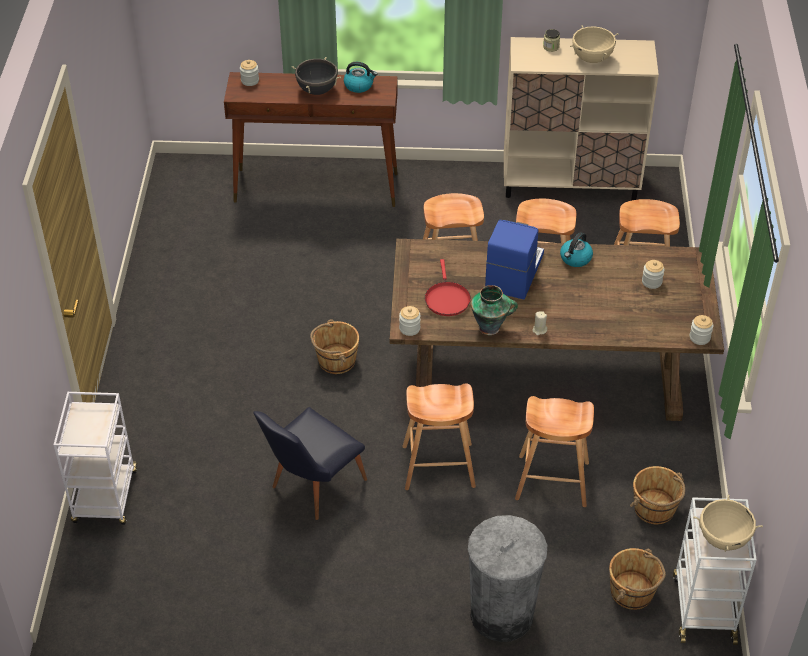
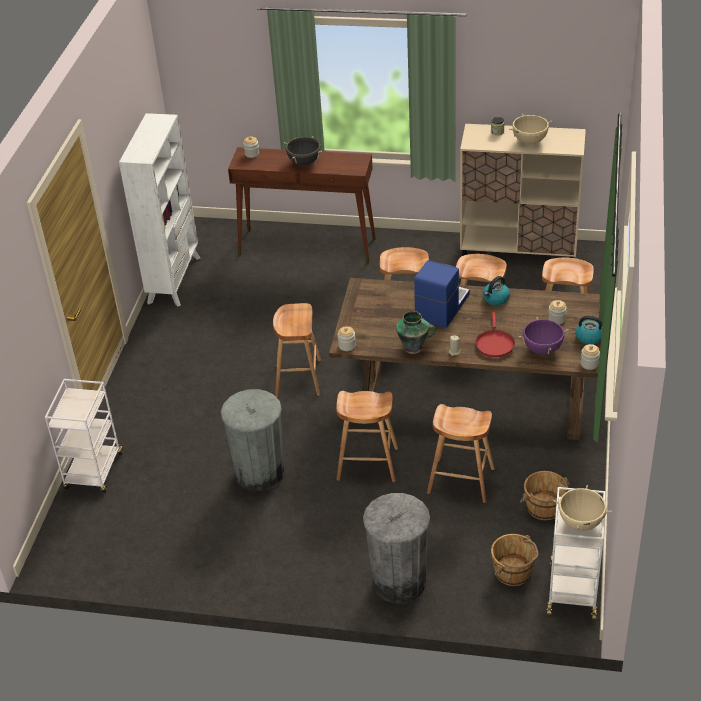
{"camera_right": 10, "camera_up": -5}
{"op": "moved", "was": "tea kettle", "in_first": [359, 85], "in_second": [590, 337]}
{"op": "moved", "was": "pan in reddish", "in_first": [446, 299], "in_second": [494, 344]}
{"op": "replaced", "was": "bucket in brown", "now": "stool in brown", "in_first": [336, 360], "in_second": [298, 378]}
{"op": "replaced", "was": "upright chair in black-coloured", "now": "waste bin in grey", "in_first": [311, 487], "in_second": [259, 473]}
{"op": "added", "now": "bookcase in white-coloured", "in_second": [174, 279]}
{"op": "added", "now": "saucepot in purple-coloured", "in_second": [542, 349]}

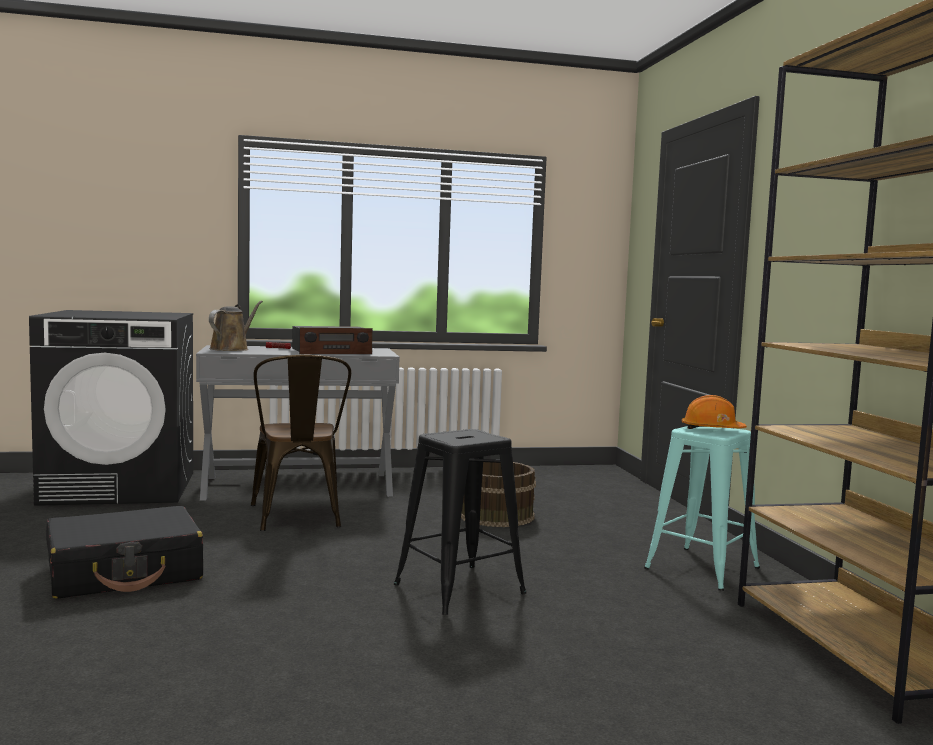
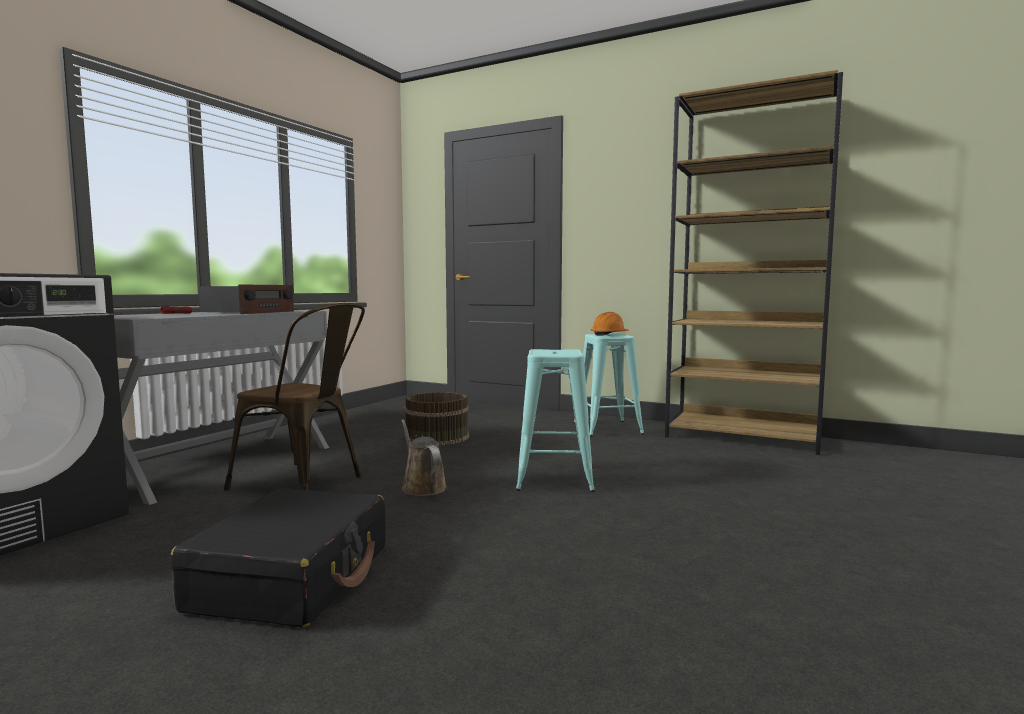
{"camera_right": -50, "camera_up": 0}
{"op": "moved", "was": "sprinkling can in brown", "in_first": [231, 349], "in_second": [422, 487]}
{"op": "recoloured", "was": "stool in black-coloured", "now": "stool in turquoise-coloured", "in_first": [459, 589], "in_second": [554, 477]}

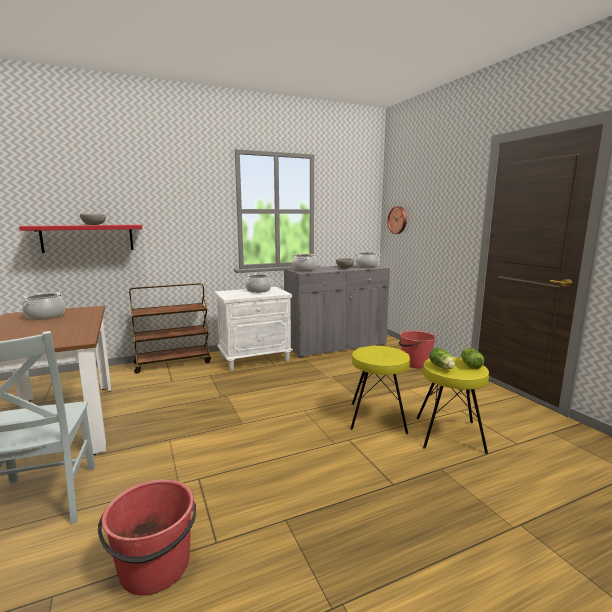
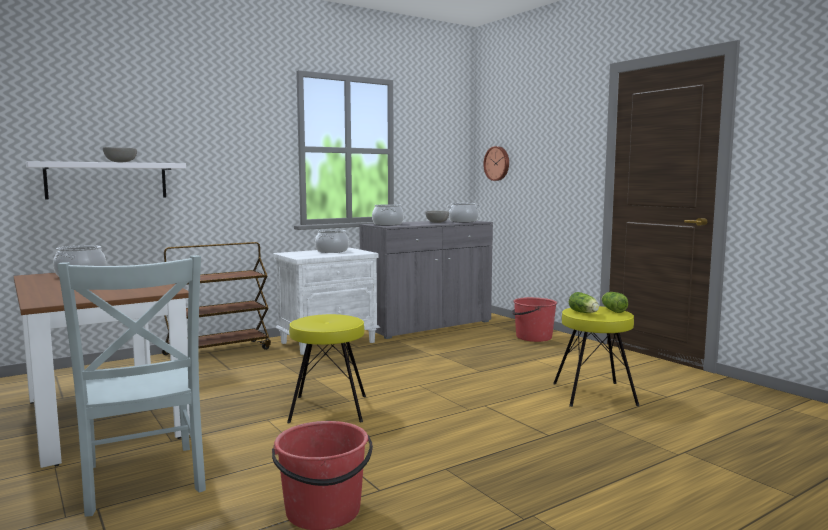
{"camera_right": -10, "camera_up": -5}
{"op": "recoloured", "was": "wall shelf in reddish", "now": "wall shelf in white-coloured", "in_first": [88, 238], "in_second": [107, 180]}
{"op": "moved", "was": "stool in yellowish", "in_first": [378, 417], "in_second": [329, 408]}

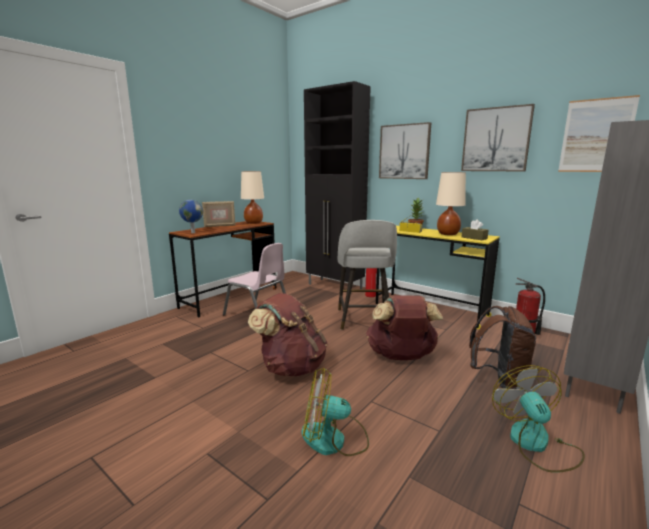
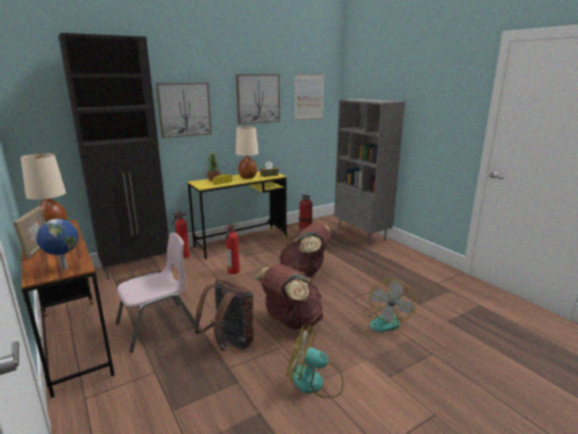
{"camera_right": -70, "camera_up": 5}
{"op": "replaced", "was": "stool in grey", "now": "extinguisher", "in_first": [364, 320], "in_second": [233, 272]}
{"op": "moved", "was": "knapsack in brown", "in_first": [499, 380], "in_second": [229, 344]}
{"op": "moved", "was": "electric fan", "in_first": [536, 444], "in_second": [315, 382]}

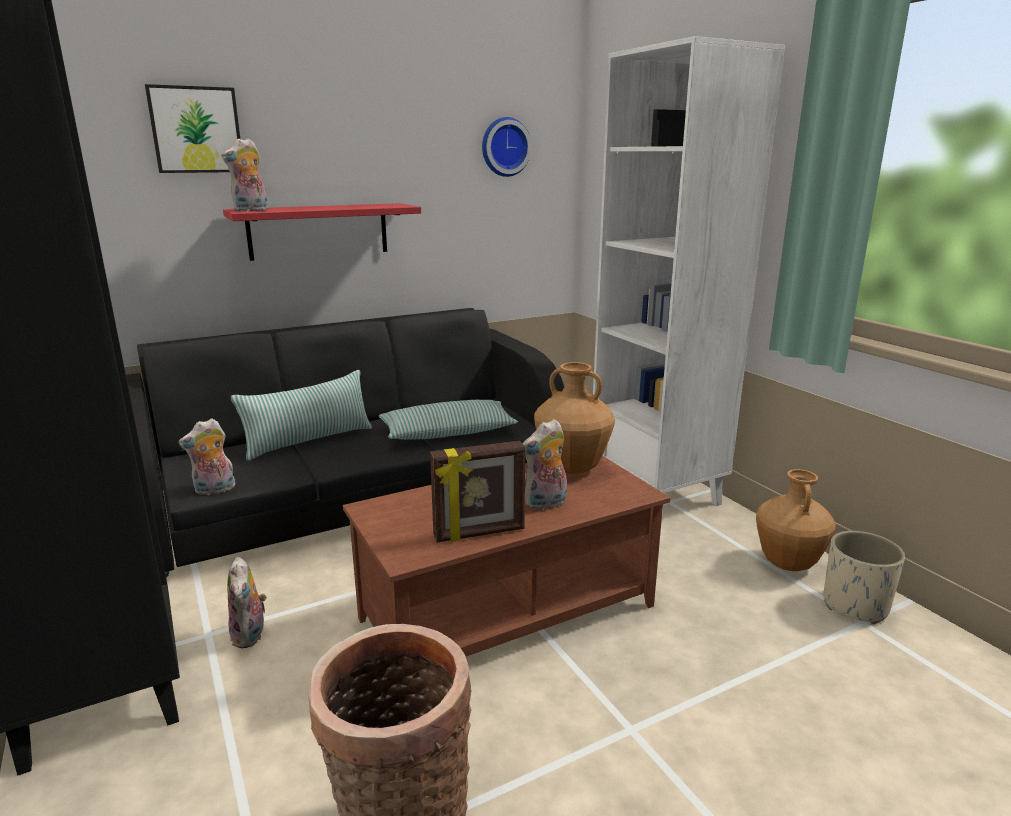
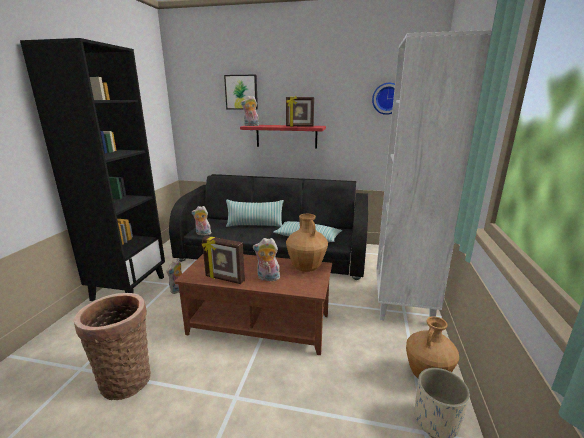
{"camera_right": 40, "camera_up": 0}
{"op": "added", "now": "standing frame", "in_second": [299, 126]}

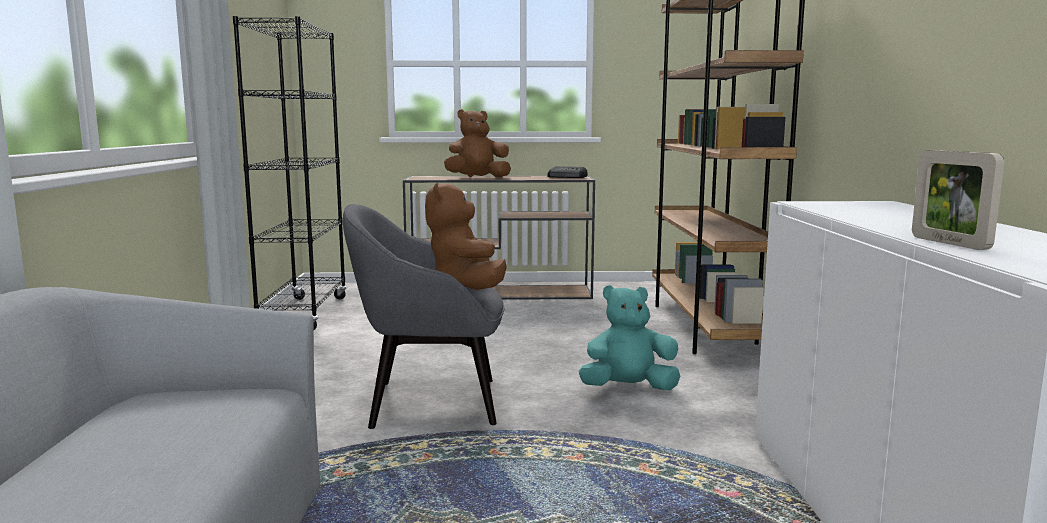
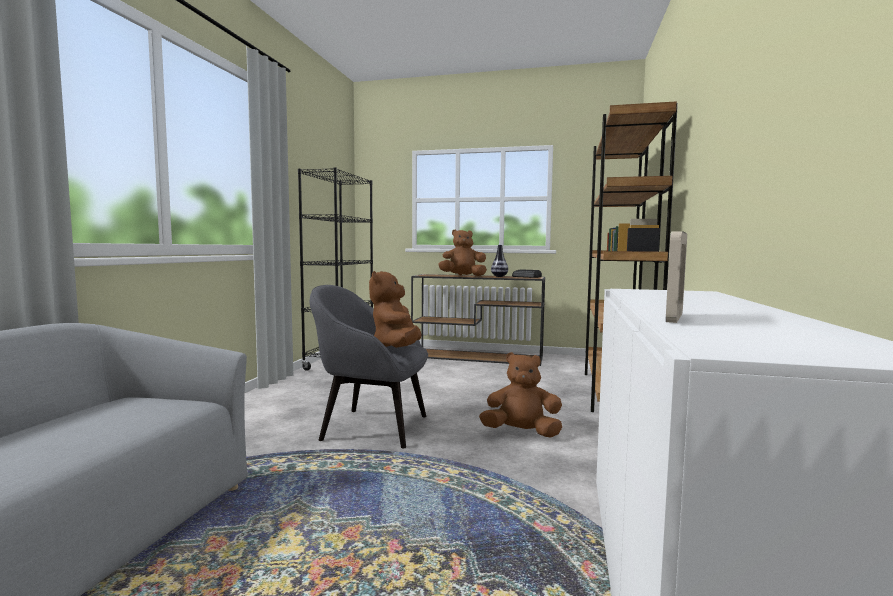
{"camera_right": 15, "camera_up": -5}
{"op": "turned", "was": "standing frame", "in_first": [949, 243], "in_second": [674, 318], "clockwise": -150}
{"op": "recoloured", "was": "plush toy in turquoise-coloured", "now": "plush toy in brown", "in_first": [628, 388], "in_second": [521, 433]}
{"op": "added", "now": "decorative vase", "in_second": [499, 276]}

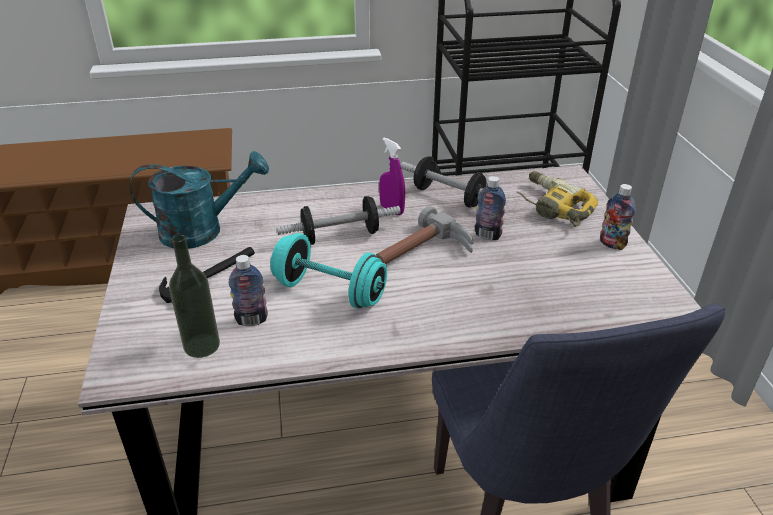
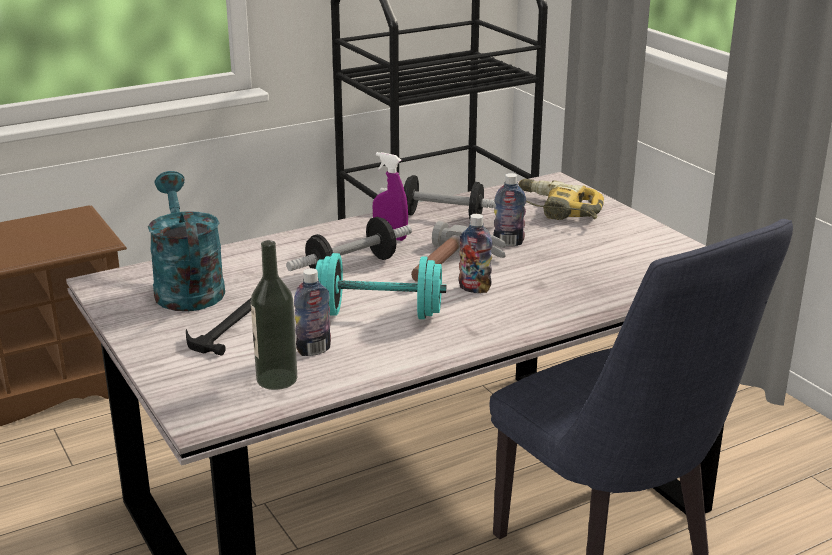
{"camera_right": -20, "camera_up": -10}
{"op": "turned", "was": "sprinkling can in turquoise-coloured", "in_first": [203, 230], "in_second": [186, 287], "clockwise": -75}
{"op": "moved", "was": "drink bottle", "in_first": [612, 244], "in_second": [474, 289]}

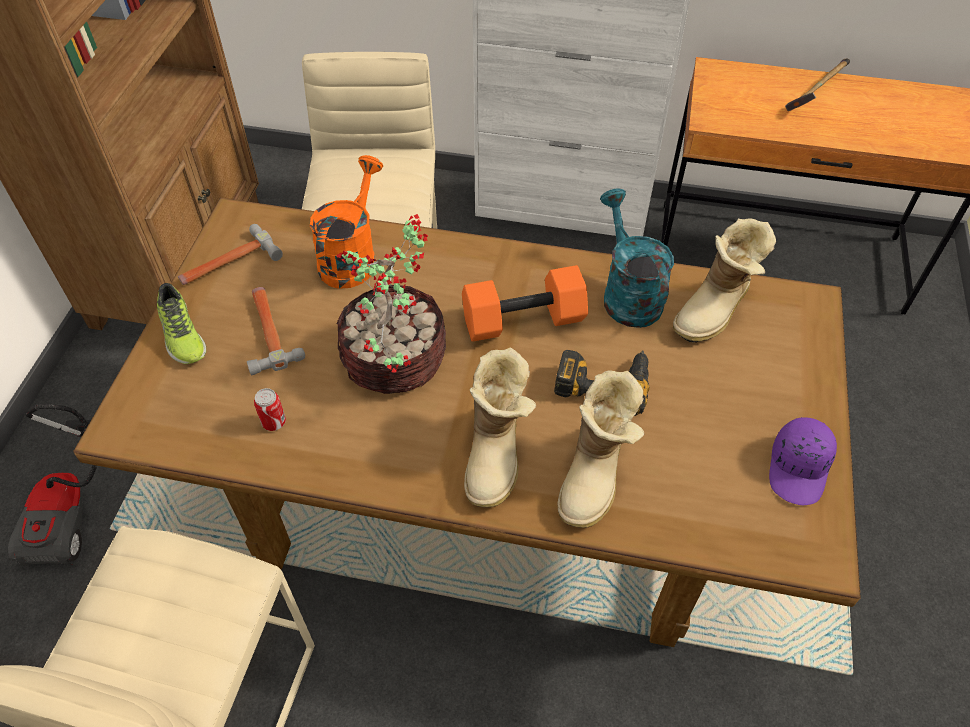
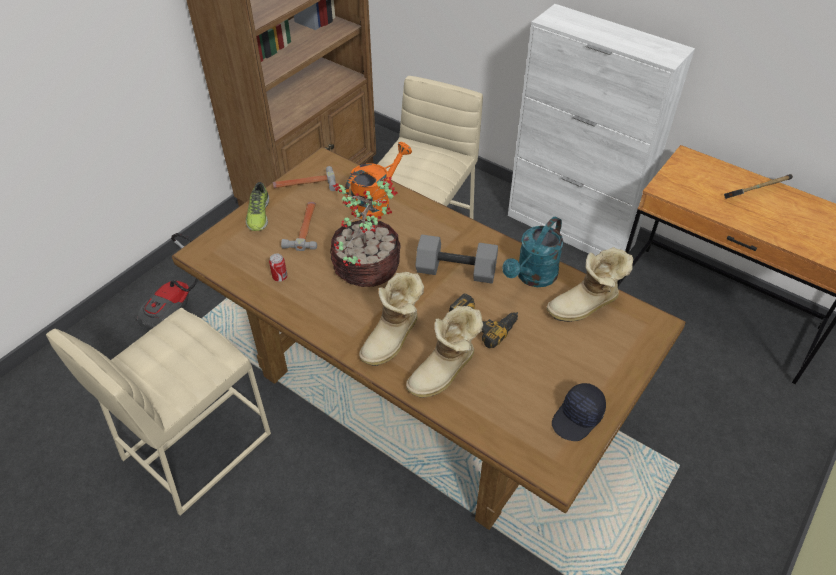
{"camera_right": 25, "camera_up": -5}
{"op": "turned", "was": "sprinkling can in turquoise-coloured", "in_first": [627, 294], "in_second": [532, 277], "clockwise": -150}
{"op": "recoloured", "was": "dumbbell in orange", "now": "dumbbell in grey", "in_first": [522, 322], "in_second": [455, 272]}
{"op": "recoloured", "was": "baseball cap in purple-coloured", "now": "baseball cap in black-coloured", "in_first": [799, 468], "in_second": [578, 418]}

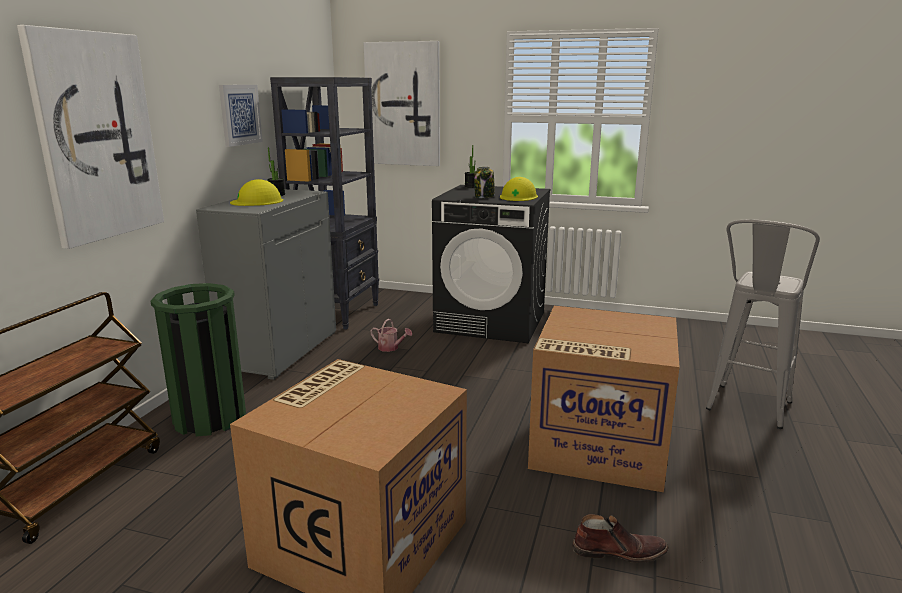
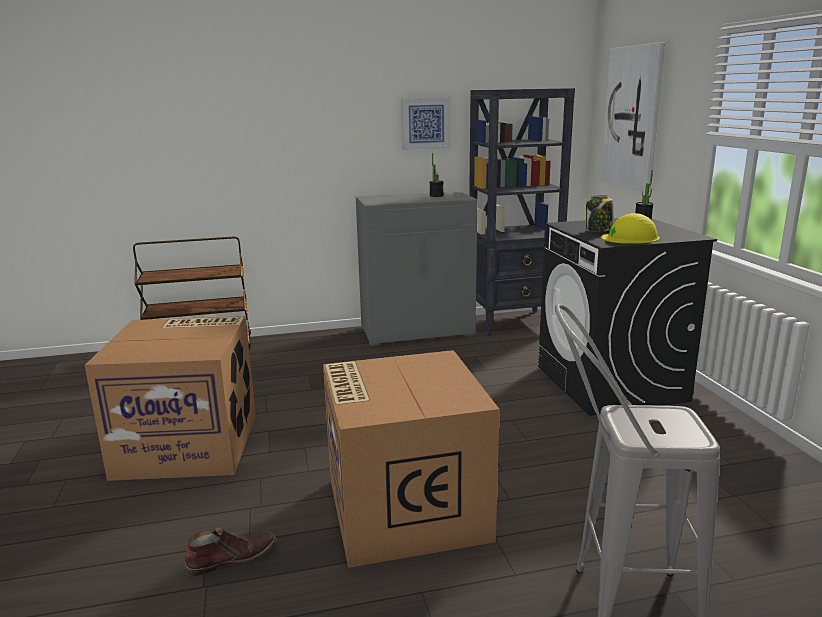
{"camera_right": 60, "camera_up": 0}
{"op": "removed", "was": "picture", "in_first": [96, 137]}
{"op": "removed", "was": "hard hat in yellowish", "in_first": [257, 201]}
{"op": "removed", "was": "waste bin in greenish", "in_first": [210, 418]}
{"op": "removed", "was": "sprinkling can", "in_first": [391, 348]}
{"op": "turned", "was": "tall boot in brown", "in_first": [618, 551], "in_second": [232, 558], "clockwise": -90}

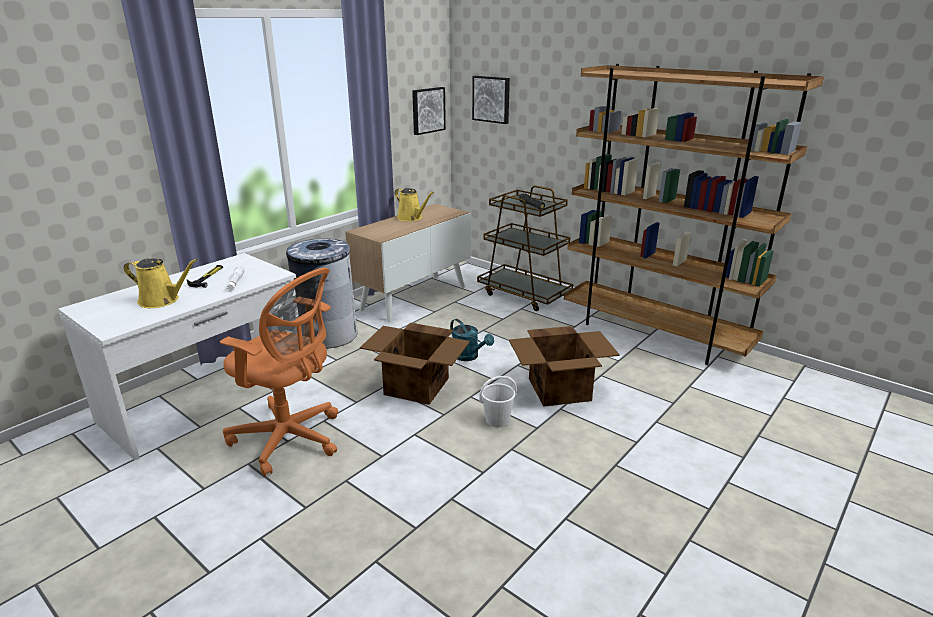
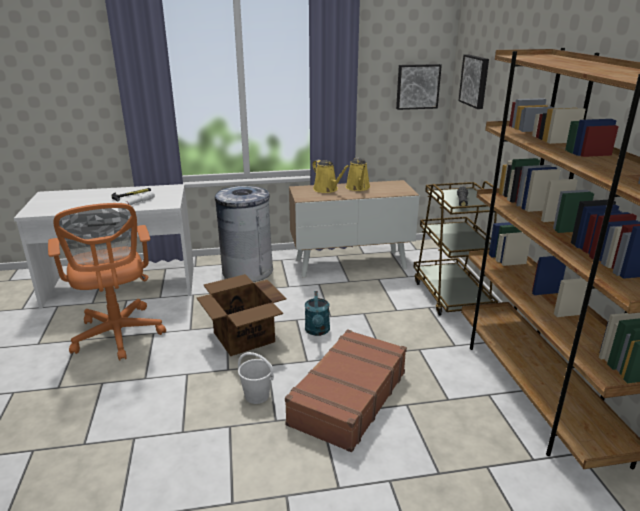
{"camera_right": 40, "camera_up": 0}
{"op": "moved", "was": "sprinkling can in yellowish", "in_first": [162, 300], "in_second": [327, 189]}
{"op": "replaced", "was": "packing box", "now": "suitcase in brown", "in_first": [560, 389], "in_second": [347, 398]}

